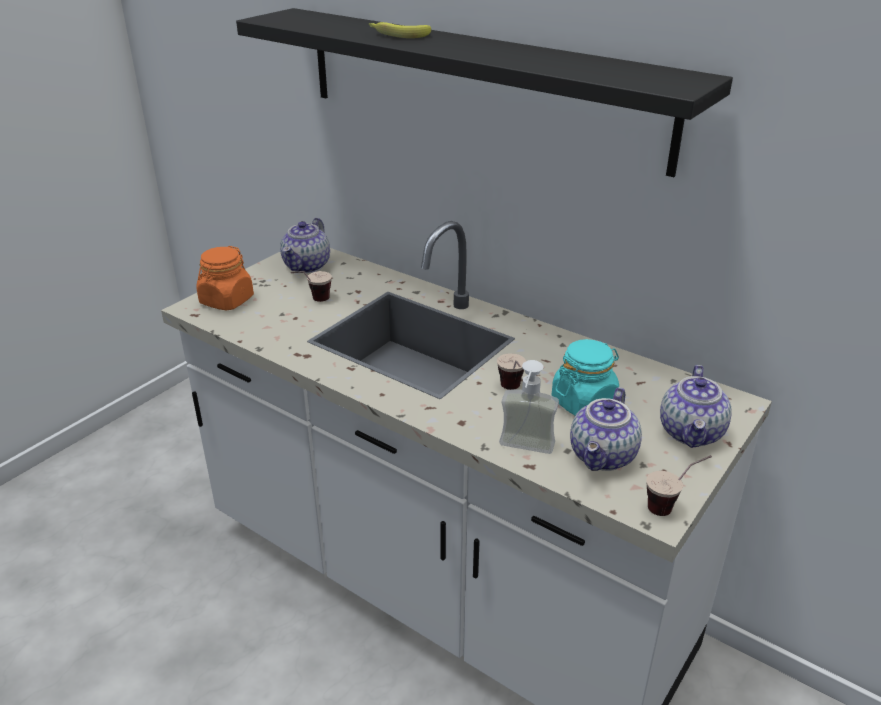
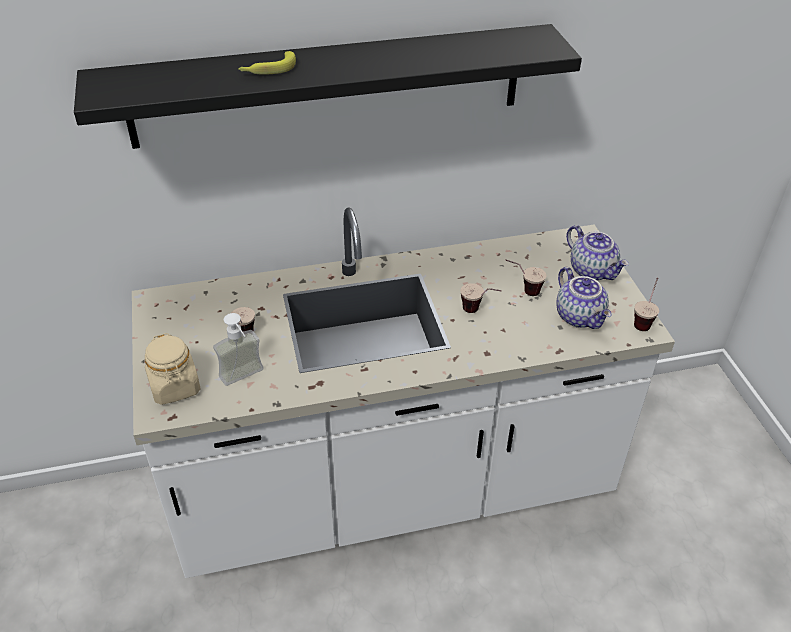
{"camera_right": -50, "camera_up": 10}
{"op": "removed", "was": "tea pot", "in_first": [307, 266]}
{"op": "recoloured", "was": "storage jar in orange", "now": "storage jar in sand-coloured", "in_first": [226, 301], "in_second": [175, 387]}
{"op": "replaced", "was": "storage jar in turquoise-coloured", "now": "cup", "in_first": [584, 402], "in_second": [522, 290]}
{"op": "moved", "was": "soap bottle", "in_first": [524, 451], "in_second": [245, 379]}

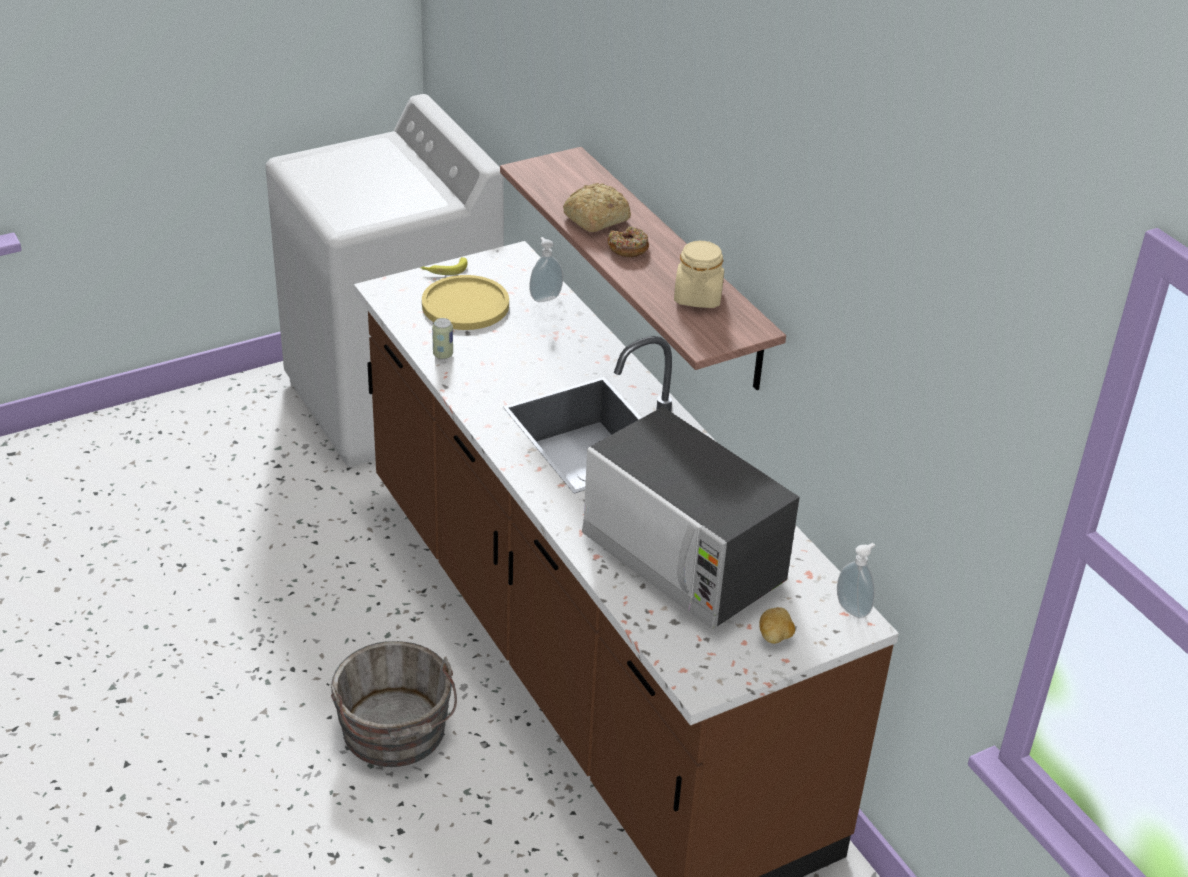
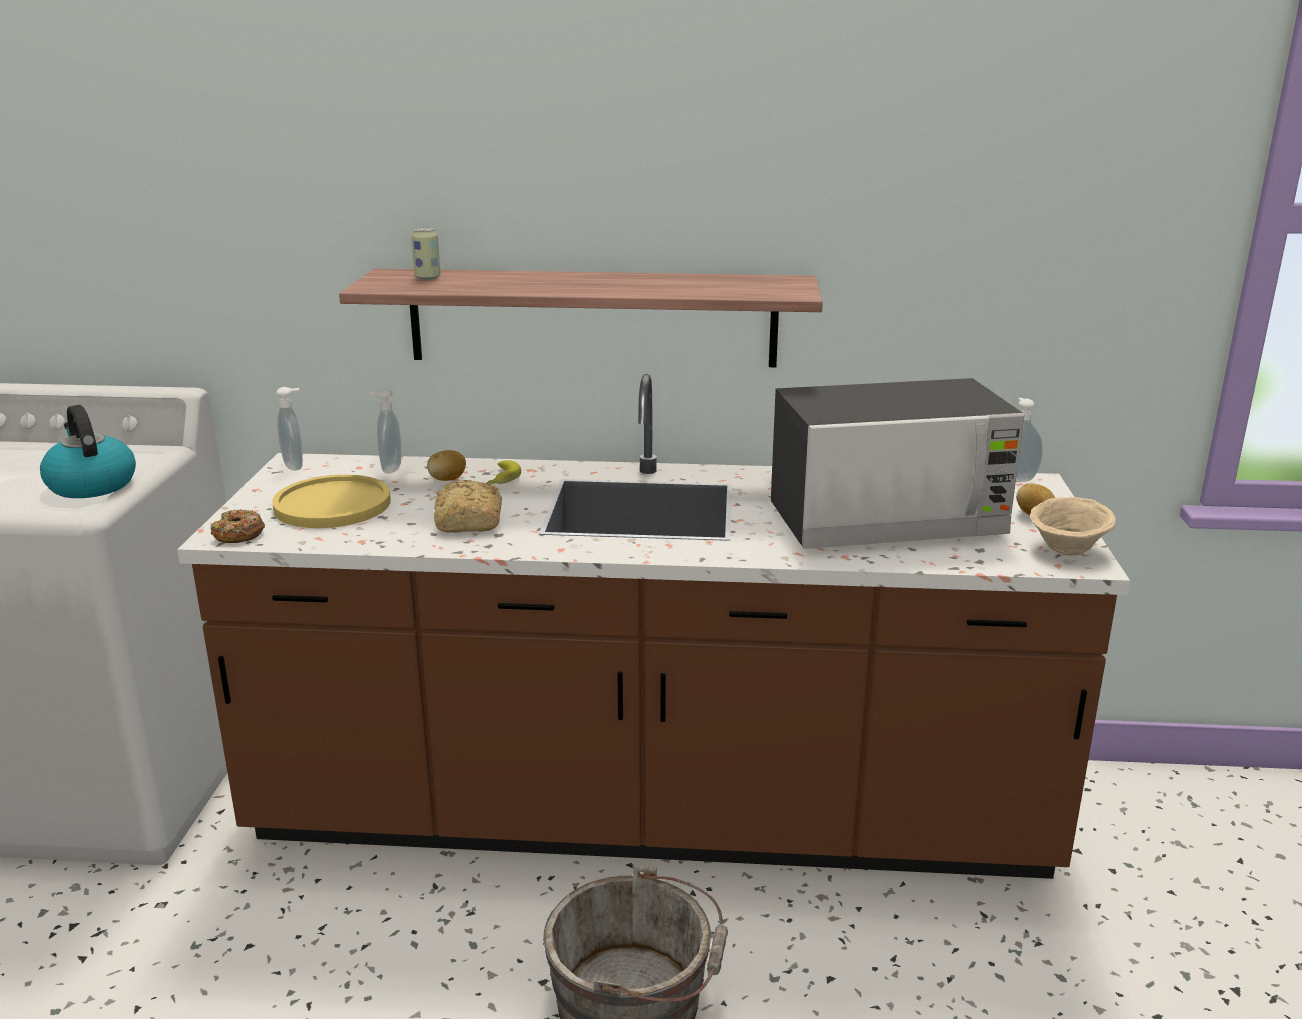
{"camera_right": -55, "camera_up": -15}
{"op": "moved", "was": "bread", "in_first": [594, 219], "in_second": [468, 523]}
{"op": "moved", "was": "doughnut", "in_first": [628, 248], "in_second": [238, 534]}
{"op": "removed", "was": "storage jar in sand-coloured", "in_first": [698, 297]}
{"op": "moved", "was": "whole banana", "in_first": [444, 270], "in_second": [501, 479]}
{"op": "moved", "was": "sealed can", "in_first": [443, 354], "in_second": [427, 278]}
{"op": "added", "now": "soap bottle", "in_second": [295, 466]}
{"op": "added", "now": "tea kettle", "in_second": [91, 485]}
{"op": "added", "now": "whole potato", "in_second": [447, 480]}
{"op": "added", "now": "serving bowl in sand-coloured", "in_second": [1068, 550]}

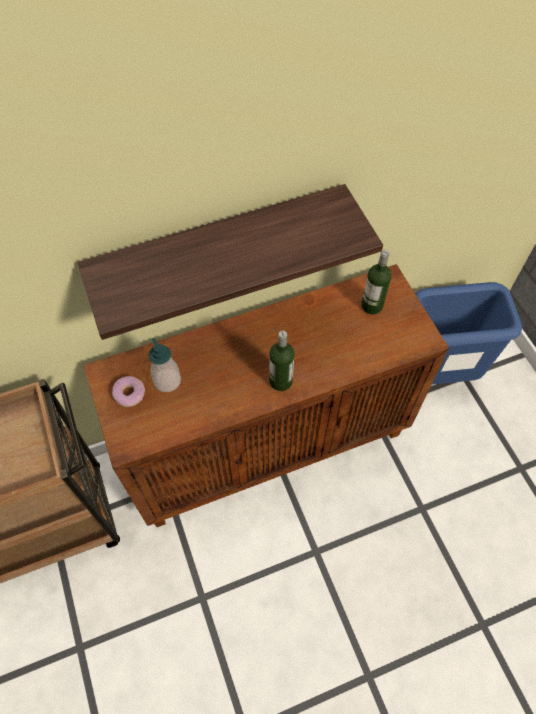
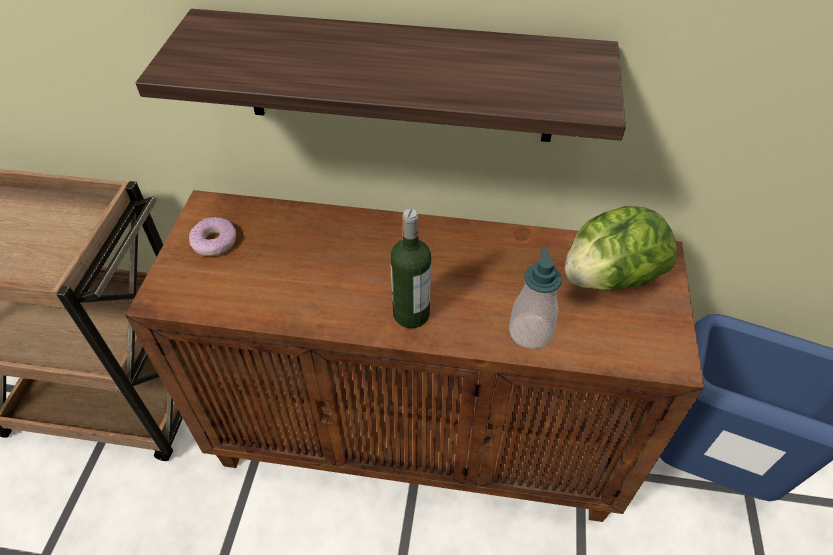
{"camera_right": 30, "camera_up": -10}
{"op": "replaced", "was": "drink bottle", "now": "lettuce head", "in_first": [372, 306], "in_second": [609, 278]}
{"op": "moved", "was": "soap bottle", "in_first": [167, 381], "in_second": [530, 332]}

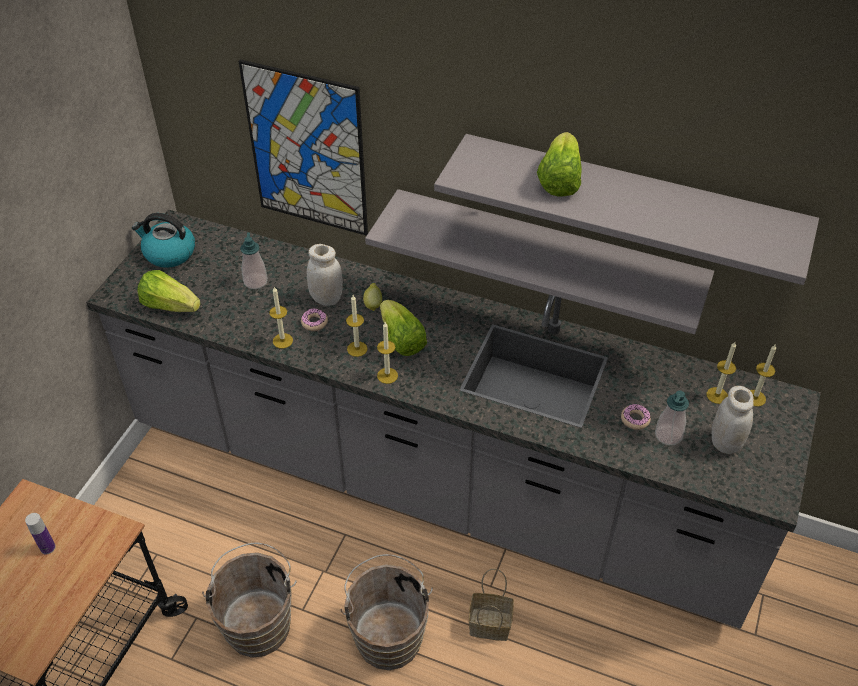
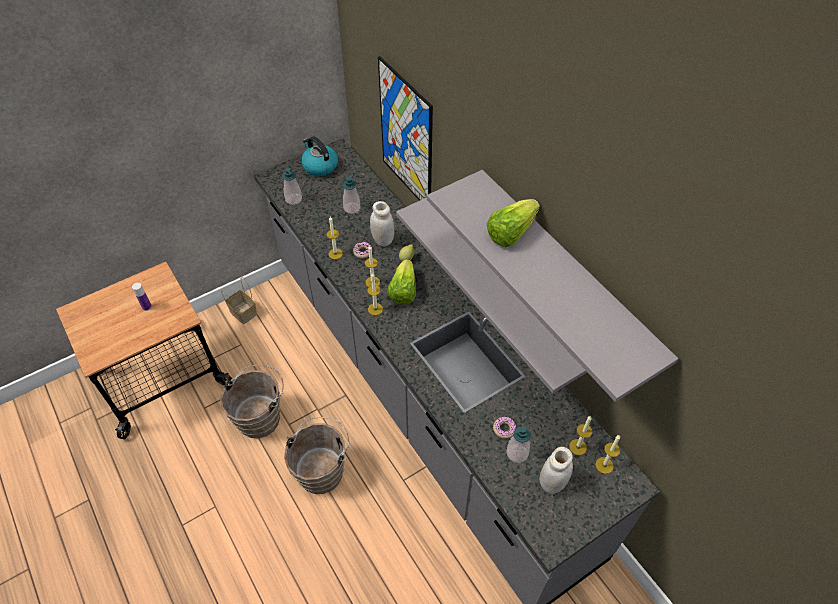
{"camera_right": 35, "camera_up": 5}
{"op": "replaced", "was": "lettuce head", "now": "soap bottle", "in_first": [170, 306], "in_second": [293, 199]}
{"op": "moved", "was": "storage basket", "in_first": [488, 625], "in_second": [242, 312]}

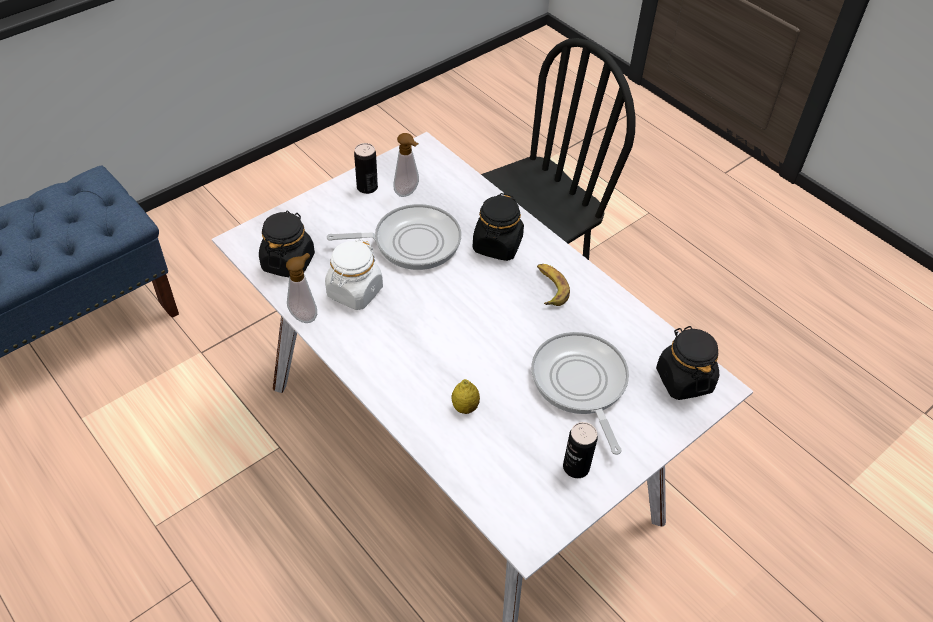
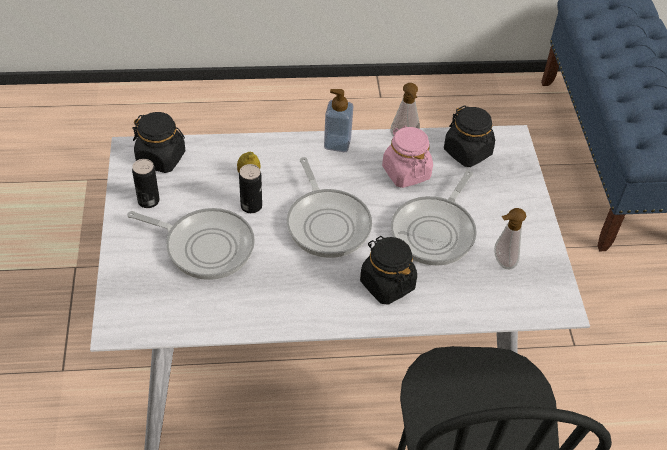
{"camera_right": 125, "camera_up": 0}
{"op": "moved", "was": "sealed can", "in_first": [367, 187], "in_second": [251, 206]}
{"op": "recoloured", "was": "storage jar in white-coloured", "now": "storage jar in pink-coloured", "in_first": [354, 292], "in_second": [406, 172]}
{"op": "removed", "was": "whole banana", "in_first": [550, 287]}
{"op": "moved", "was": "storage jar in black-coloured", "in_first": [684, 380], "in_second": [161, 158]}
{"op": "added", "now": "soap bottle", "in_second": [337, 143]}
{"op": "added", "now": "pan", "in_second": [327, 223]}

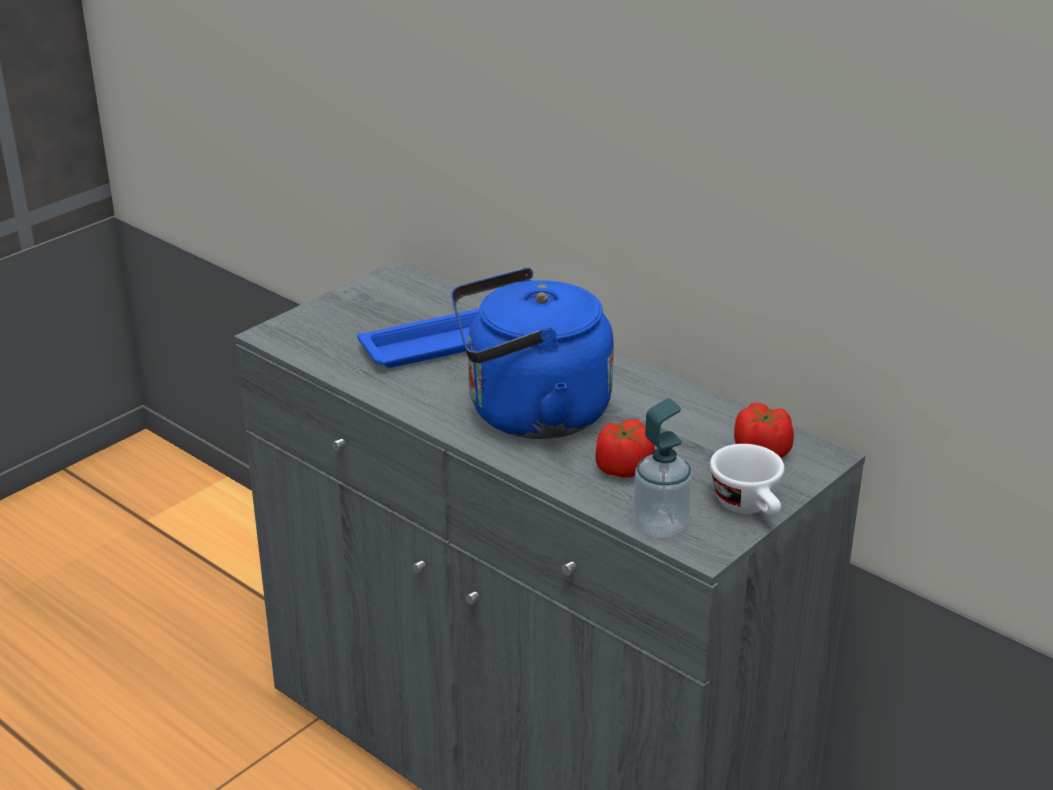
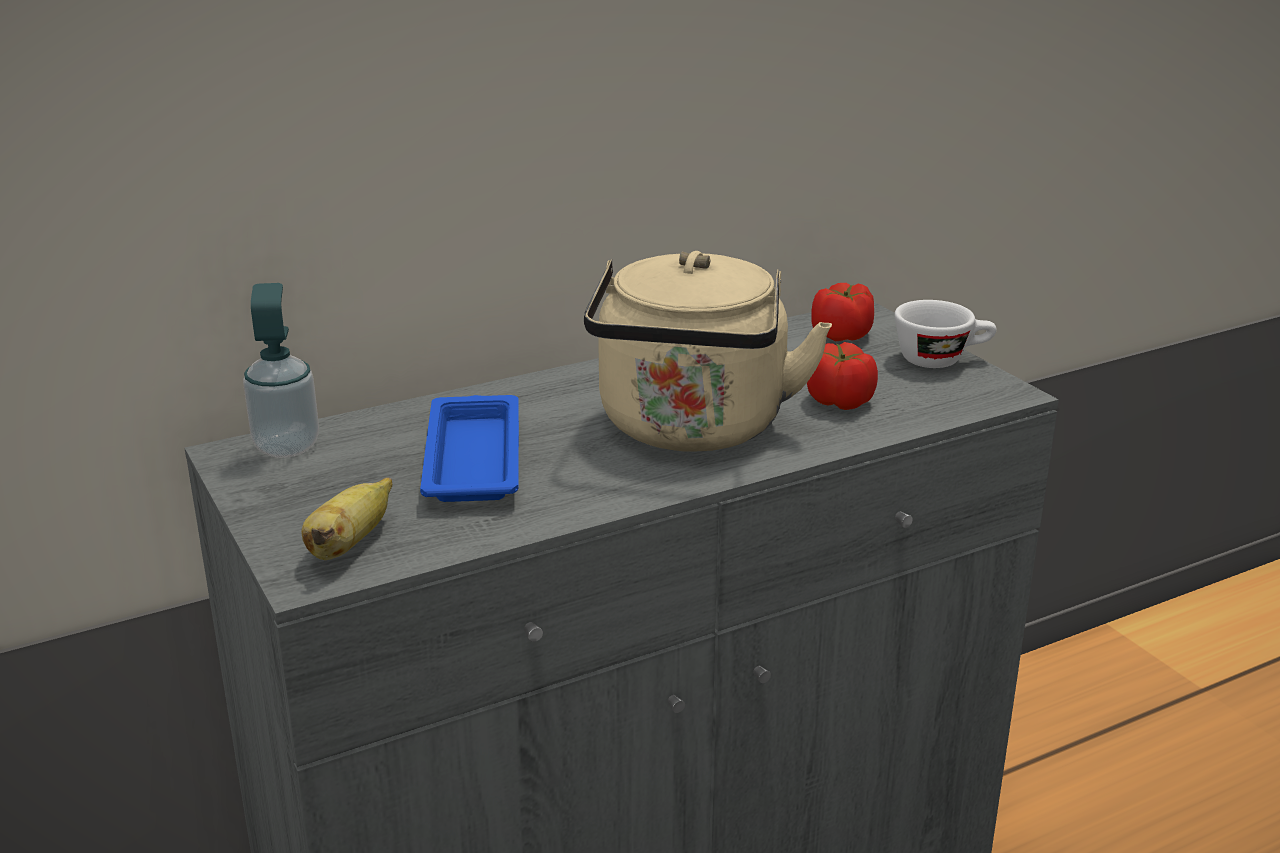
{"camera_right": -70, "camera_up": -5}
{"op": "recoloured", "was": "tea kettle in bluish", "now": "tea kettle in sand-coloured", "in_first": [529, 414], "in_second": [692, 430]}
{"op": "moved", "was": "soap bottle", "in_first": [660, 526], "in_second": [286, 446]}
{"op": "added", "now": "whole banana", "in_second": [349, 544]}

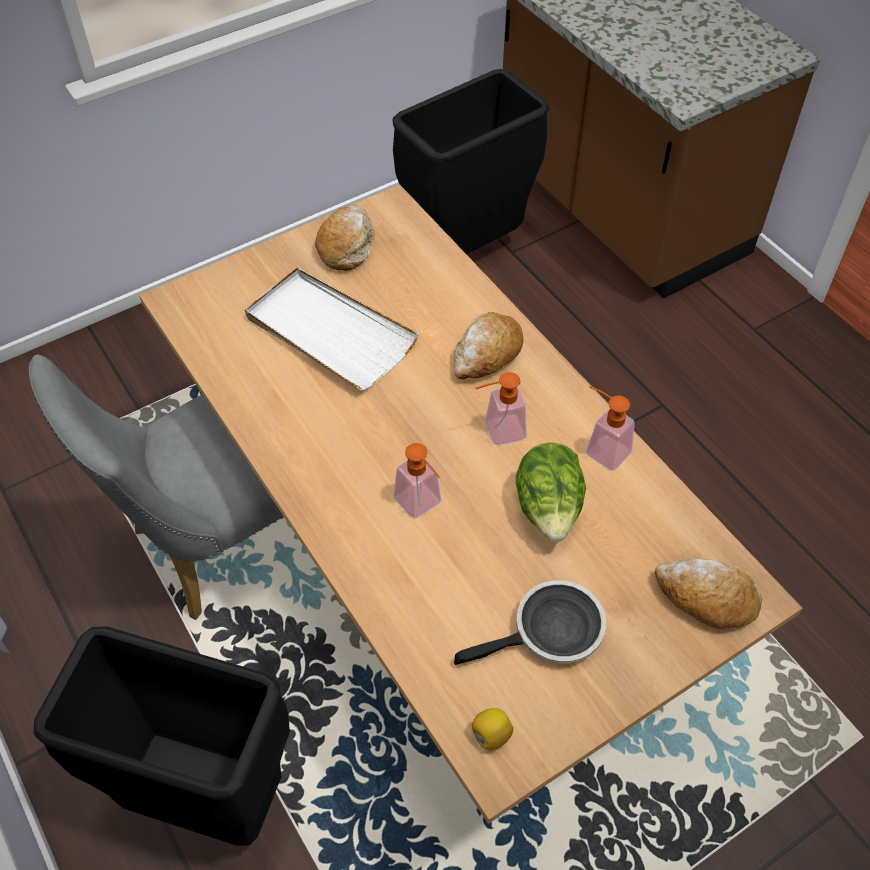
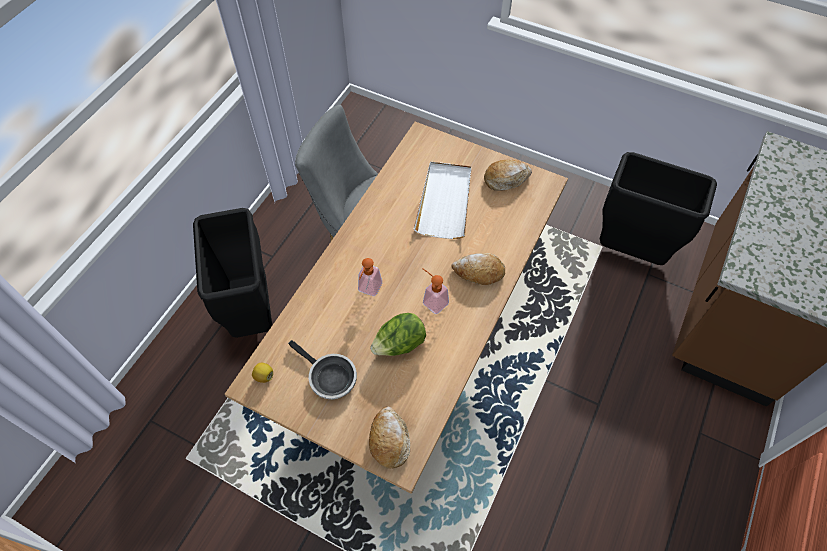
{"camera_right": 60, "camera_up": 5}
{"op": "removed", "was": "soap bottle", "in_first": [601, 449]}

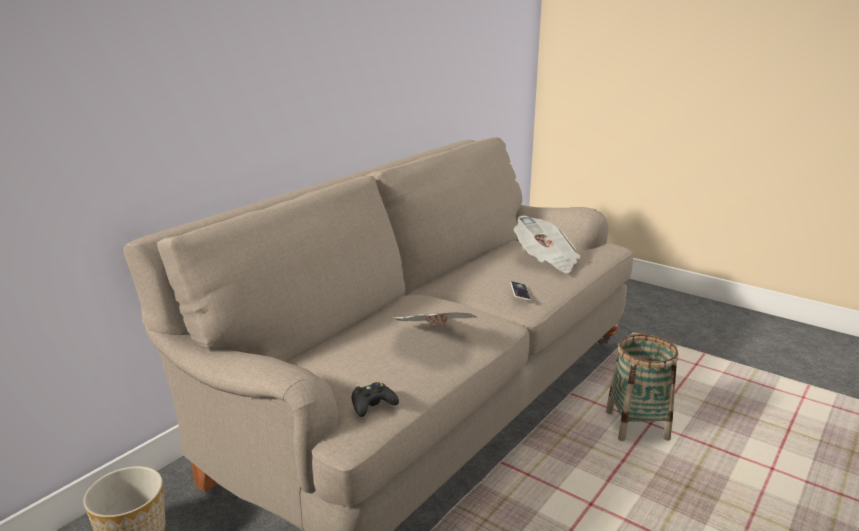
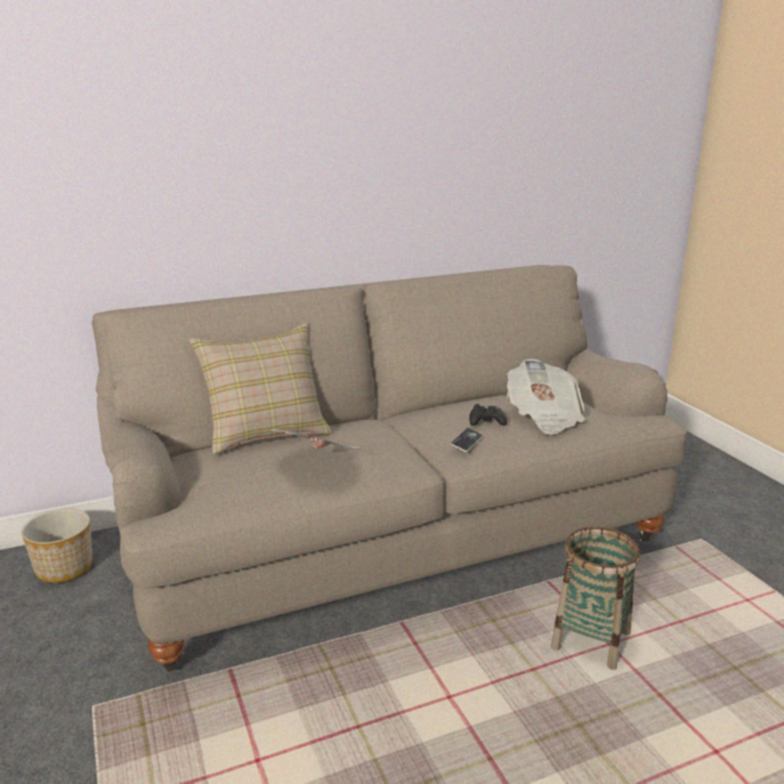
{"camera_right": 30, "camera_up": 0}
{"op": "moved", "was": "joypad in black-coloured", "in_first": [372, 405], "in_second": [486, 421]}
{"op": "added", "now": "pillow in sand-coloured", "in_second": [266, 432]}

